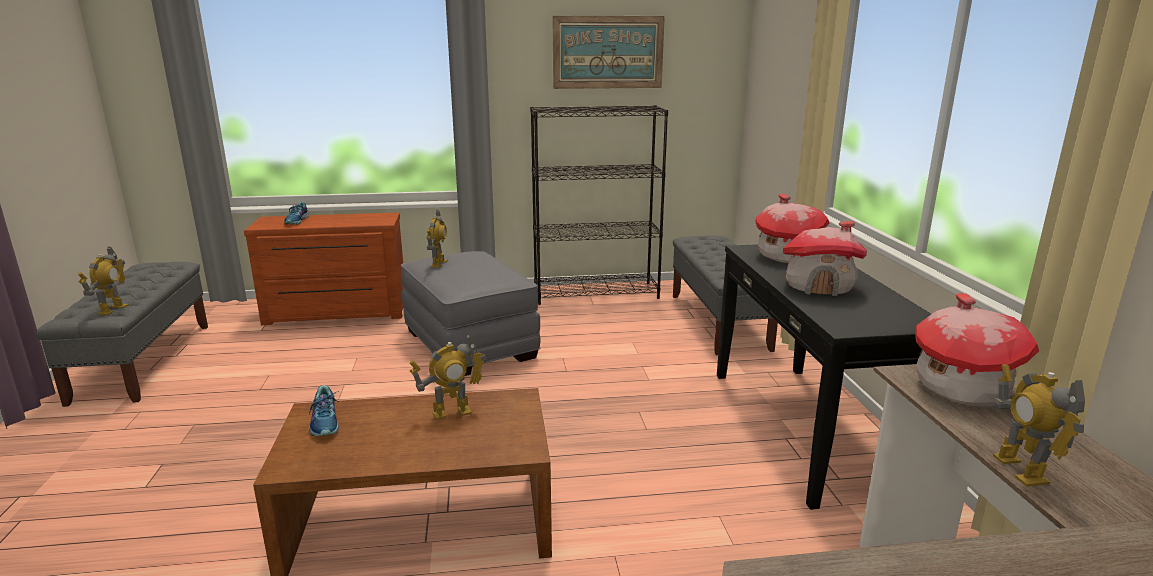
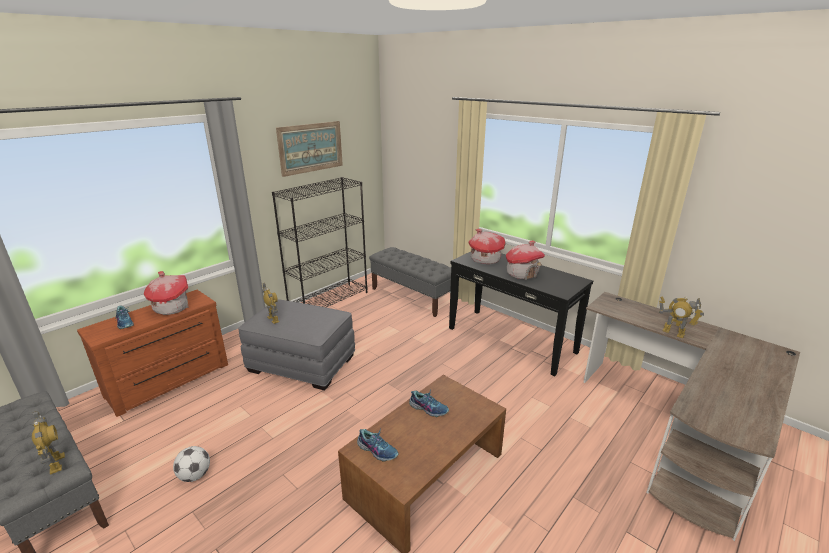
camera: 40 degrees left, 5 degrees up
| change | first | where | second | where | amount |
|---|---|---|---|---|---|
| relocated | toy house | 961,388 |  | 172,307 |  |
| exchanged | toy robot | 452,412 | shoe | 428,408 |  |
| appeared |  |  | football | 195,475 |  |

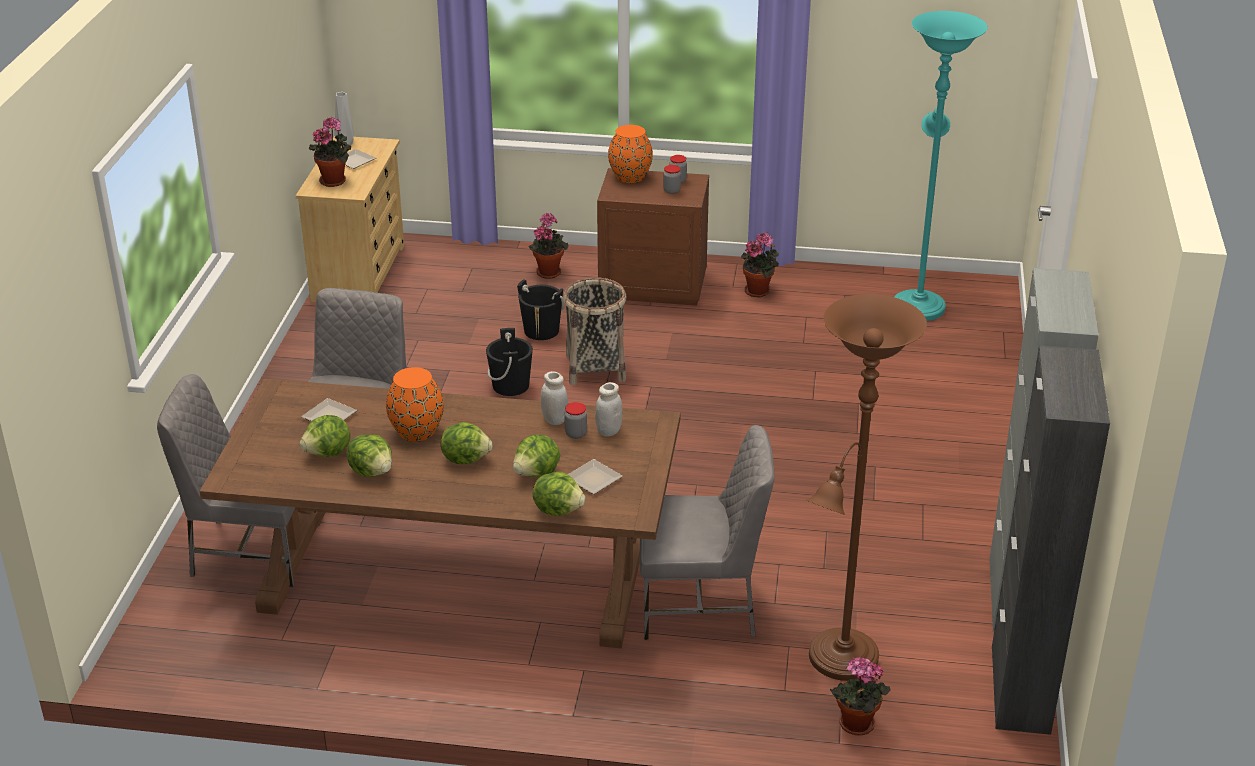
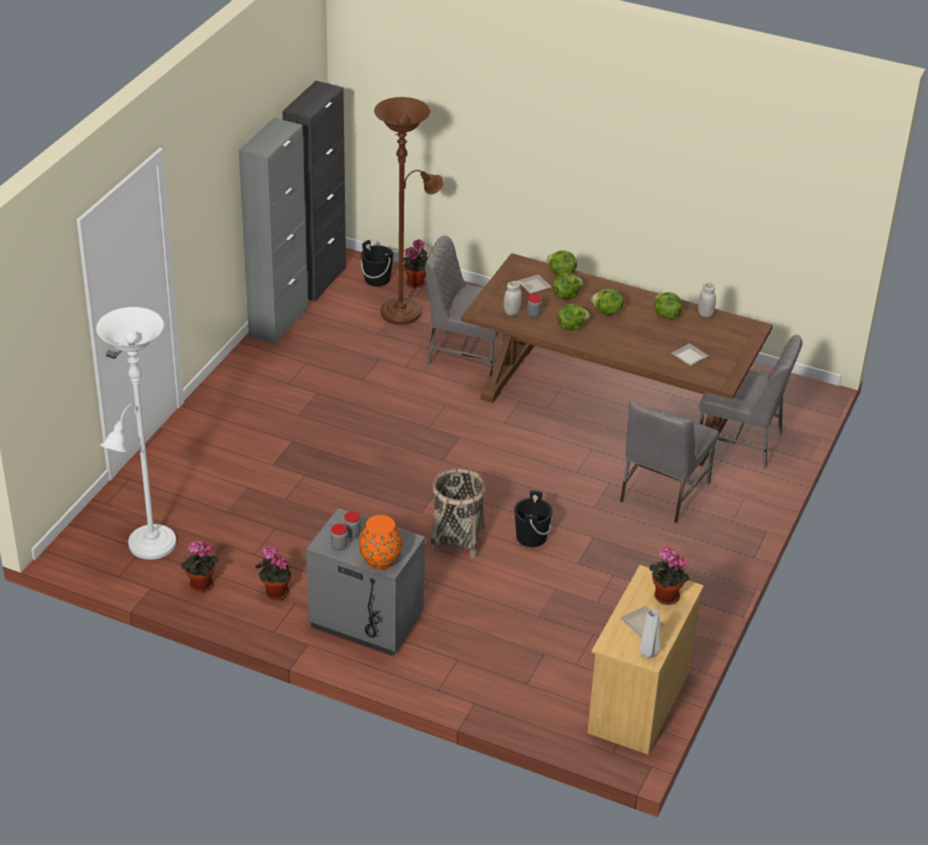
camera: 165 degrees left, 5 degrees up
| change | first | where | second | where | amount |
|---|---|---|---|---|---|
| colour | turquoise floor lamp | 918,303 | white floor lamp | 149,547 |  |
| colour | brown nightstand | 653,285 | grey nightstand | 365,621 |  |
| relocated | potted plant | 548,271 |  | 200,586 |  |
| relocated | black bucket | 541,331 |  | 377,279 |  |
| missing | orange vase | 416,431 |  |  |  |
| relocated | white jar | 554,420 |  | 705,314 |  |
| relocated | lettuce | 328,453 |  | 571,326 |  |

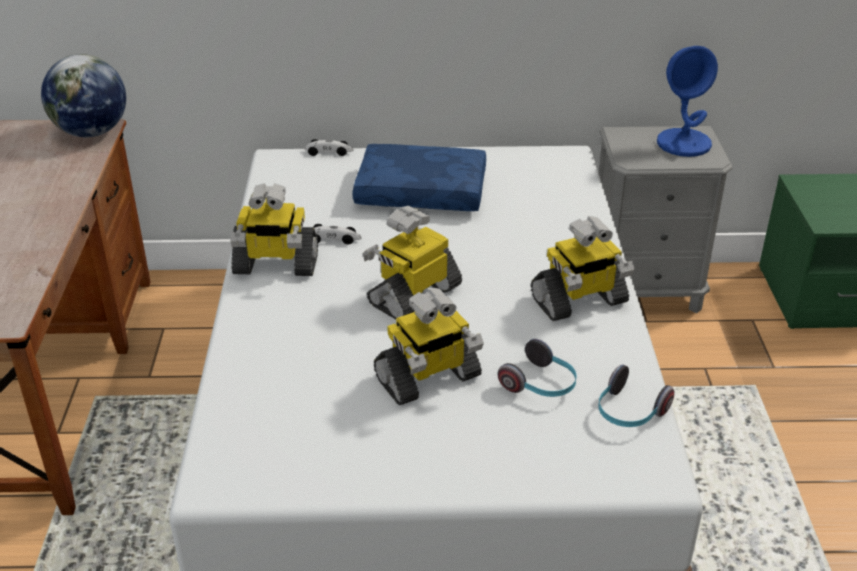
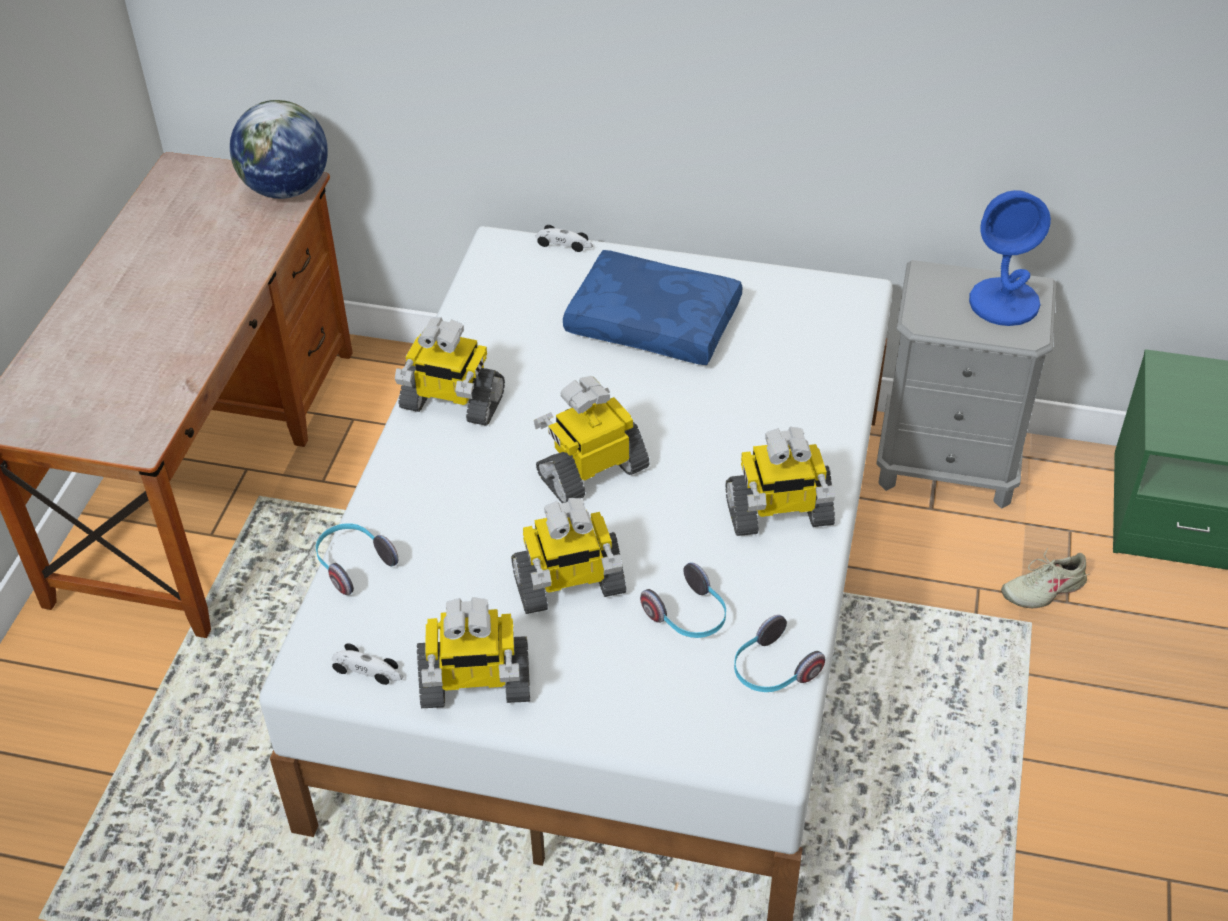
camera: 15 degrees right, 10 degrees up
| change | first | where | second | where | amount |
|---|---|---|---|---|---|
| relocated | toy car | 334,239 |  | 368,670 |  |
| appeared |  |  | headphones | 353,564 |  |
| appeared |  |  | beige shoe | 1043,589 |  |
| appeared |  |  | toy robot | 474,684 |  |

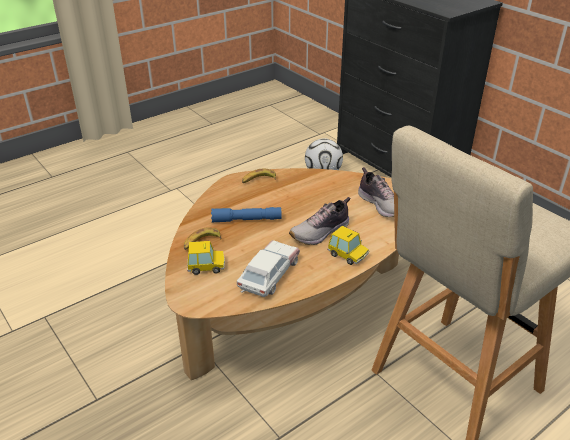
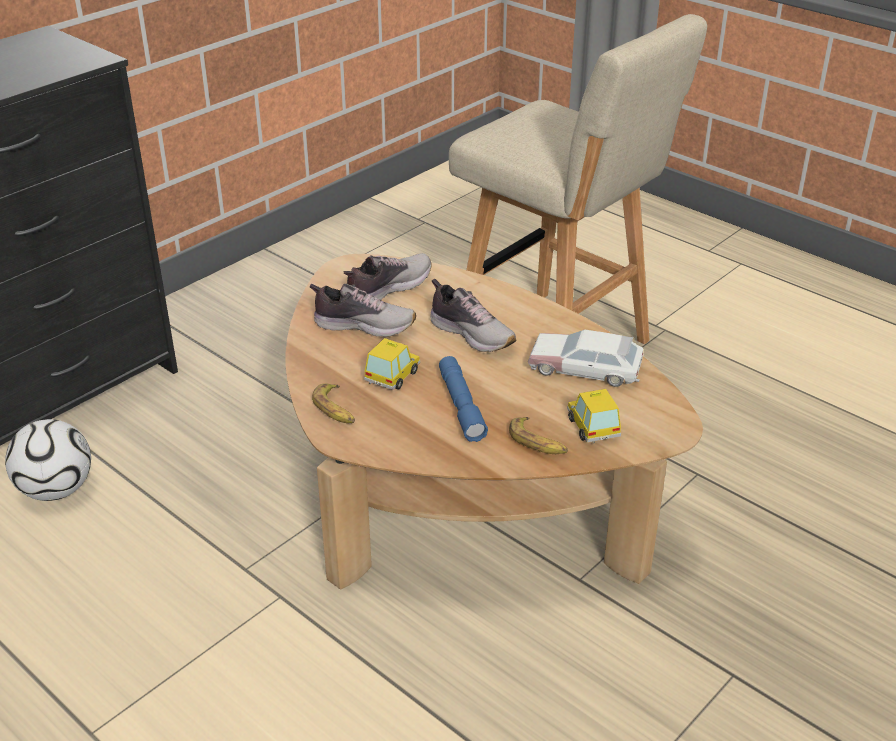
camera: 100 degrees left, 0 degrees up
| change | first | where | second | where | amount |
|---|---|---|---|---|---|
| relocated | toy car | 348,255 |  | 392,376 |  |
| appeared |  |  | shoe | 364,325 |  |

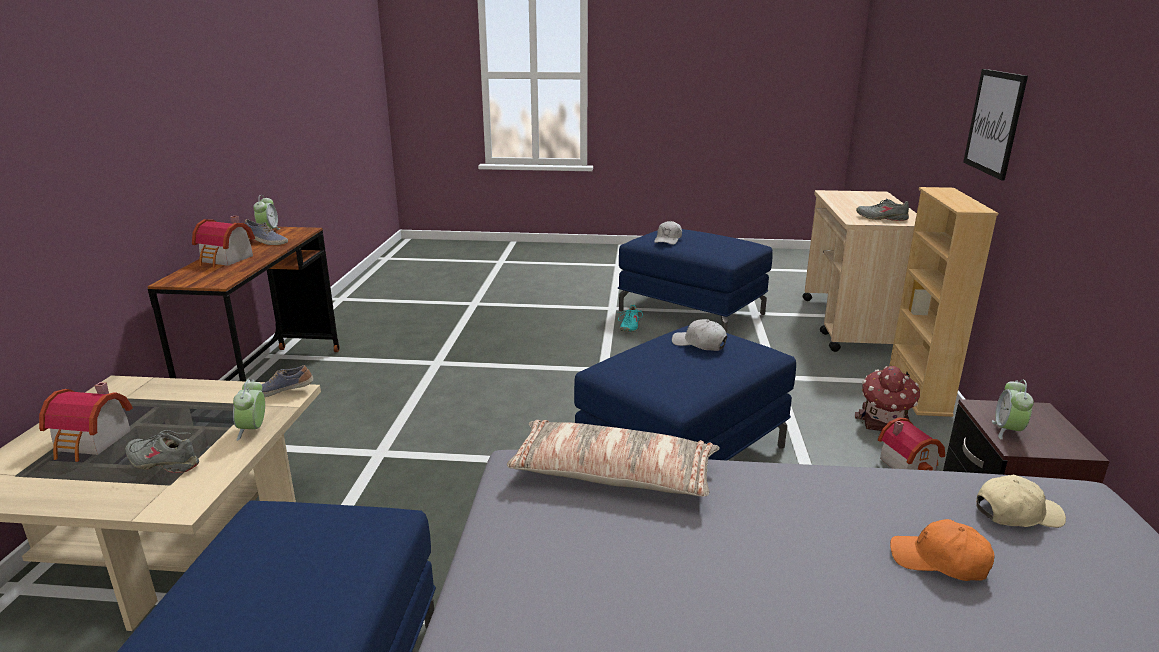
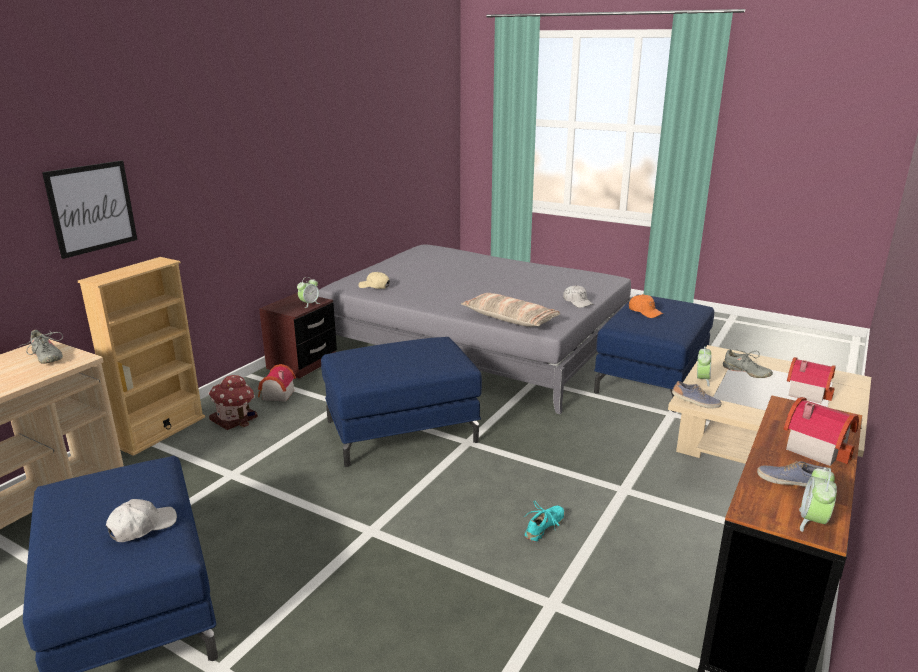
camera: 155 degrees left, 0 degrees up
| change | first | where | second | where | amount |
|---|---|---|---|---|---|
| relocated | turquoise shoe | 629,326 |  | 545,528 |  |
| relocated | white cap | 699,344 |  | 577,302 |  |
| relocated | orange cap | 939,561 |  | 645,312 |  |

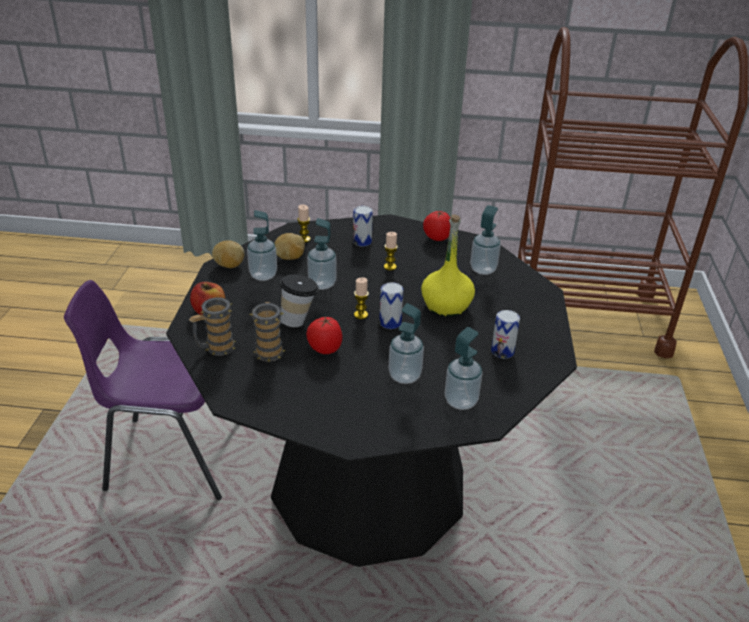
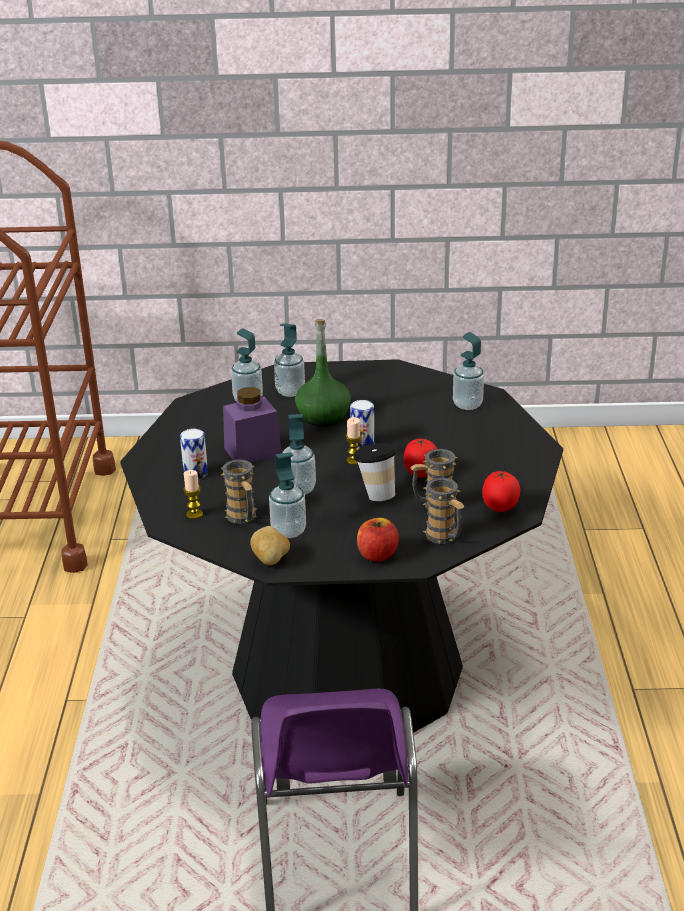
camera: 95 degrees left, 5 degrees down
| change | first | where | second | where | amount |
|---|---|---|---|---|---|
| relocated | tomato | 436,238 |  | 500,508 |  |
| colour | yellow bottle | 446,305 | green bottle | 323,416 |  |
| exchanged | candle | 390,267 | purple jar | 252,451 |  |
| exchanged | potato | 290,258 | mug | 243,518 |  |
| relocated | soap dispenser | 404,376 |  | 290,392 |  |
| missing | can | 502,351 |  |  |  |

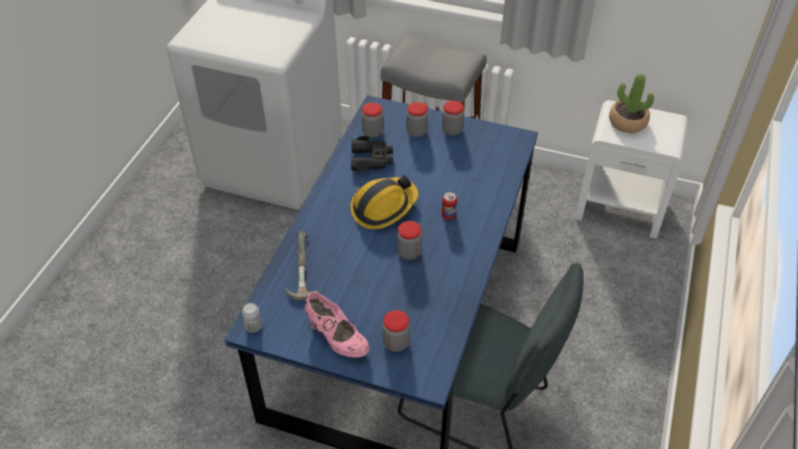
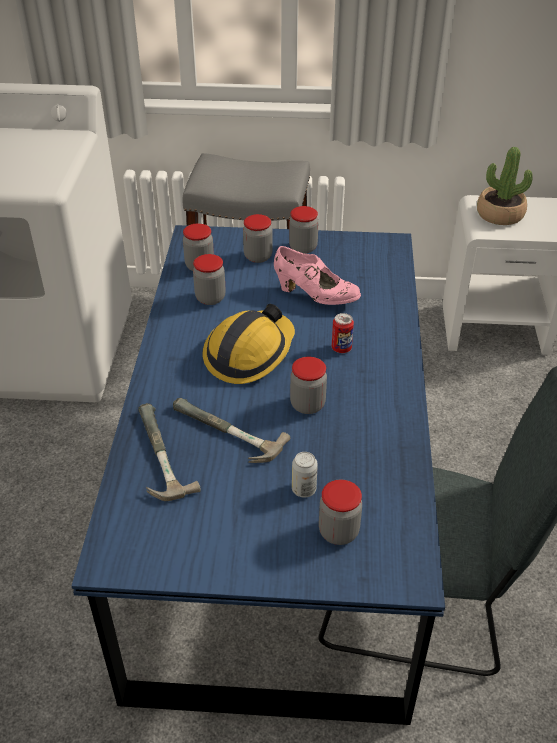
camera: 15 degrees left, 5 degrees down
| change | first | where | second | where | amount |
|---|---|---|---|---|---|
| exchanged | black binoculars | 371,159 | jar | 210,298 |  |
| relocated | pink shoe | 337,338 |  | 315,296 |  |
| relocated | can | 253,326 |  | 304,489 |  |
| appeared |  |  | hammer | 223,435 |  |

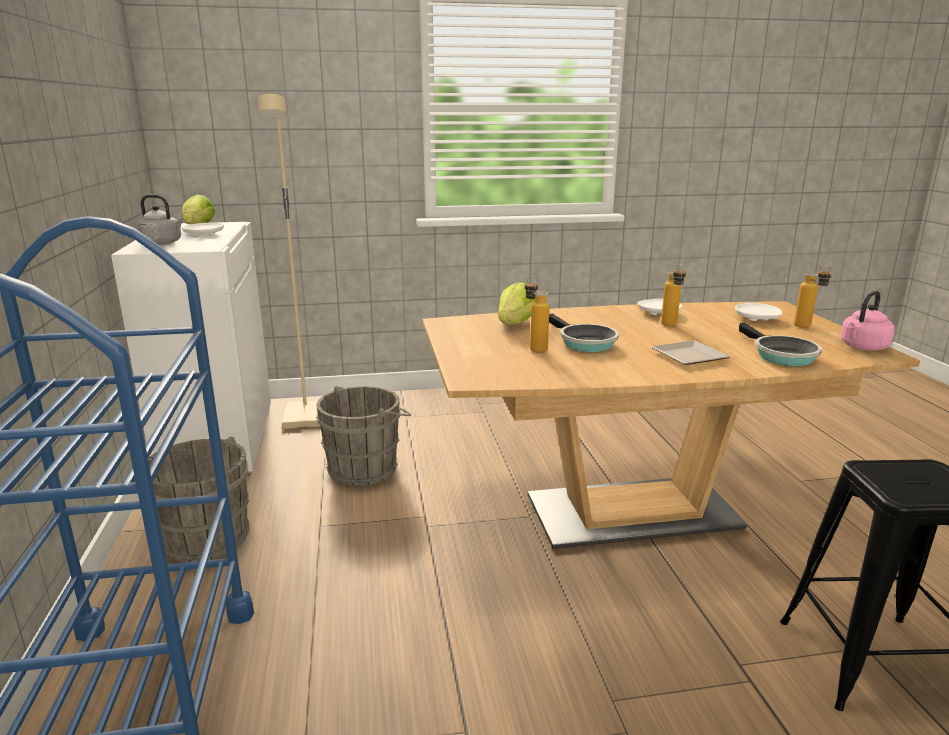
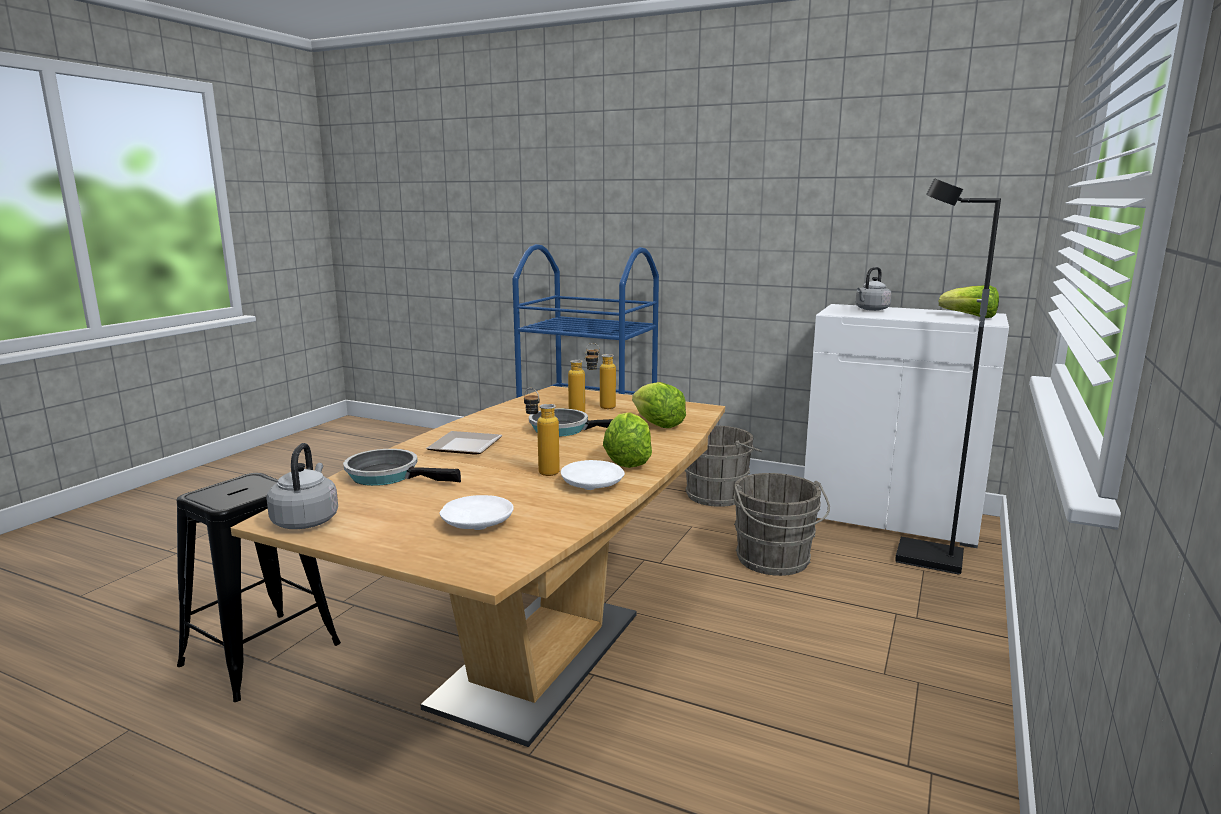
camera: 125 degrees right, 5 degrees down
| change | first | where | second | where | amount |
|---|---|---|---|---|---|
| colour | beige floor lamp | 306,417 | black floor lamp | 927,559 |  |
| missing | white plate | 203,234 |  |  |  |
| relocated | bottle | 807,327 |  | 601,407 |  |
| colour | pink kettle | 862,347 | grey kettle | 306,520 |  |
| appeared |  |  | lettuce | 628,460 |  |

